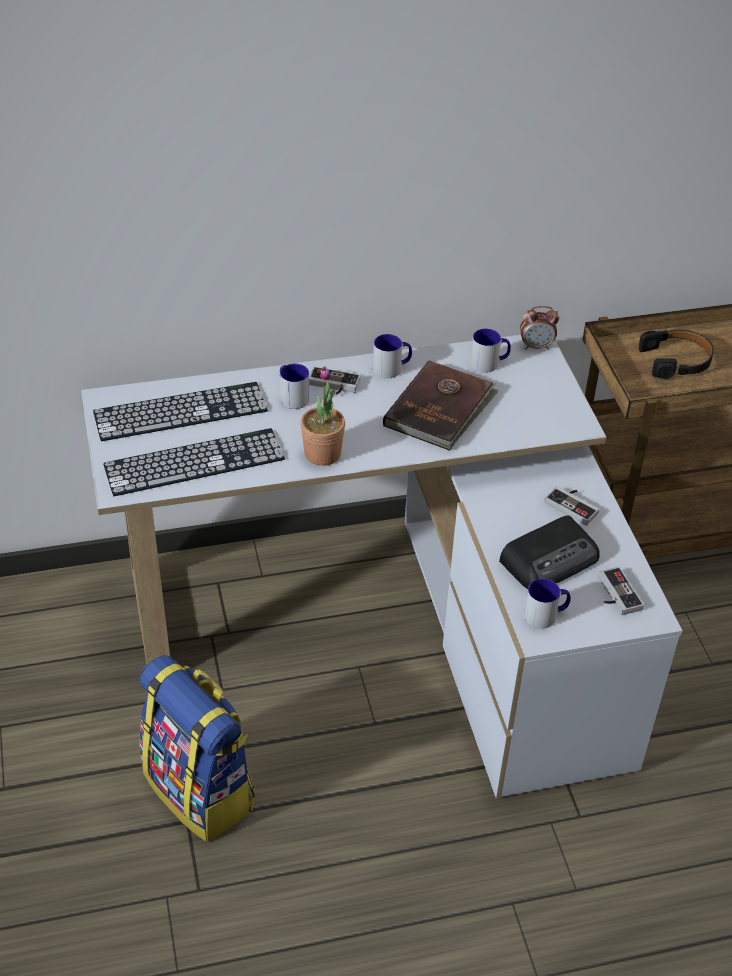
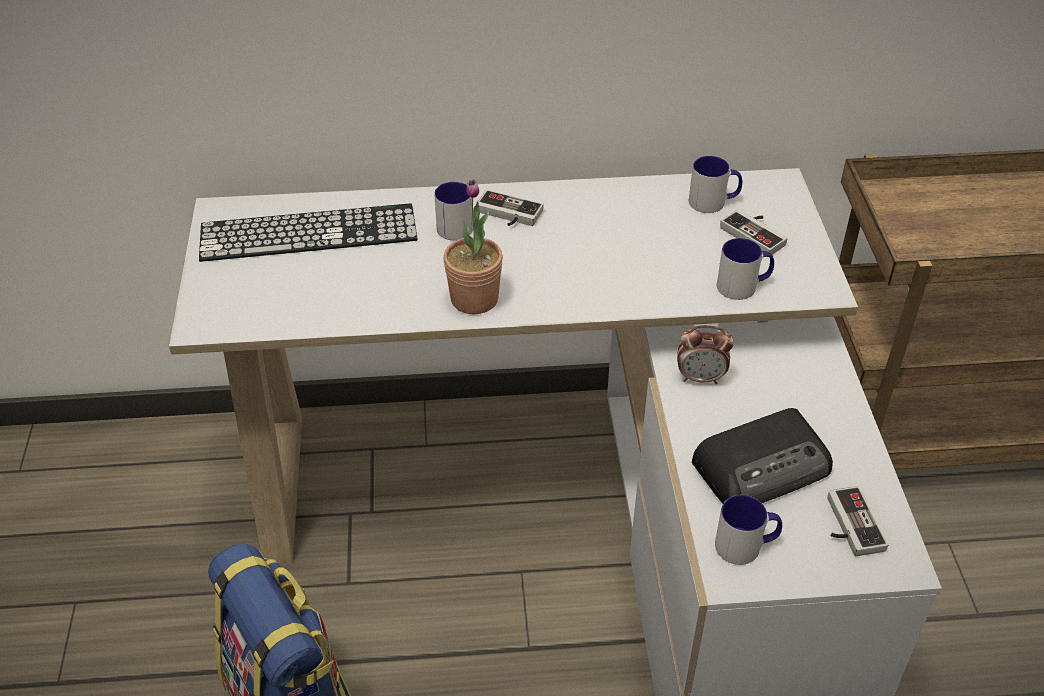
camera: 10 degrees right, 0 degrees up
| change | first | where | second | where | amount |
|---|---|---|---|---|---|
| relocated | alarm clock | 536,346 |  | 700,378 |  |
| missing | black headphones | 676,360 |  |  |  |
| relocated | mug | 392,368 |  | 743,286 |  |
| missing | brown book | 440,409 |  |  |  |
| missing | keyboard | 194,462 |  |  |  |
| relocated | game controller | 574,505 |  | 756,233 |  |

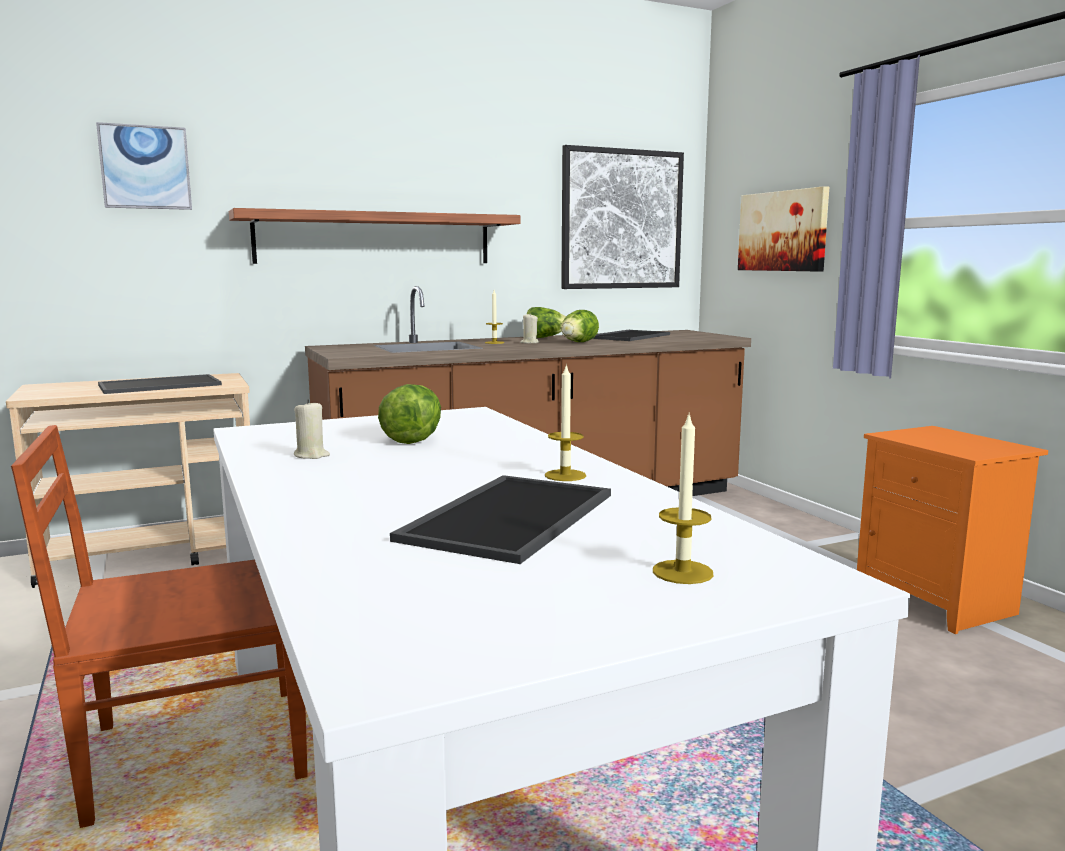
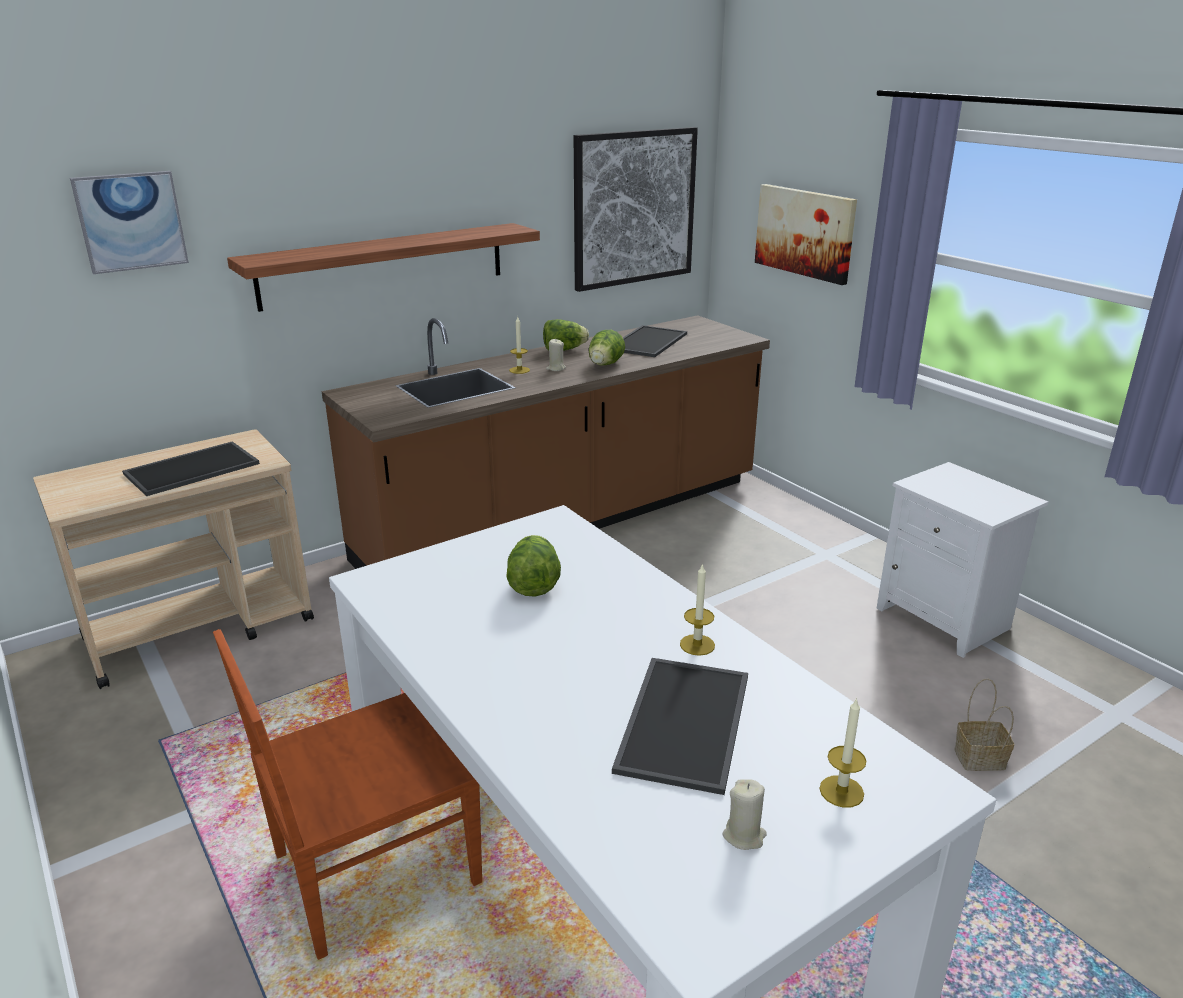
camera: 10 degrees left, 15 degrees up
| change | first | where | second | where | amount |
|---|---|---|---|---|---|
| relocated | beige candle | 311,455 |  | 744,835 |  |
| colour | orange nightstand | 938,601 | white nightstand | 946,619 |  |
| appeared |  |  | basket | 980,758 |  |

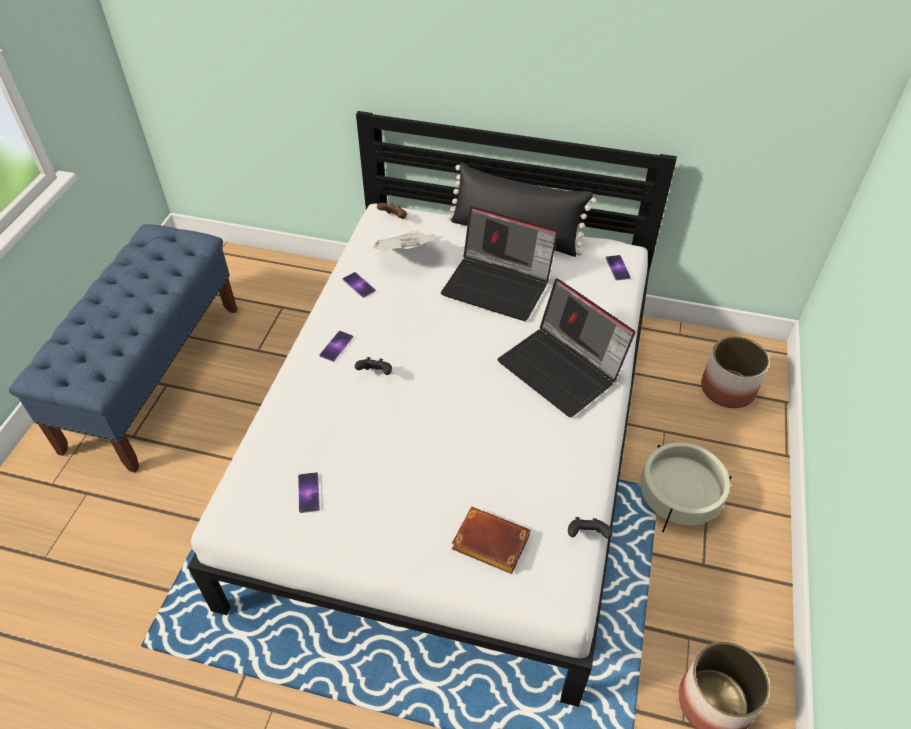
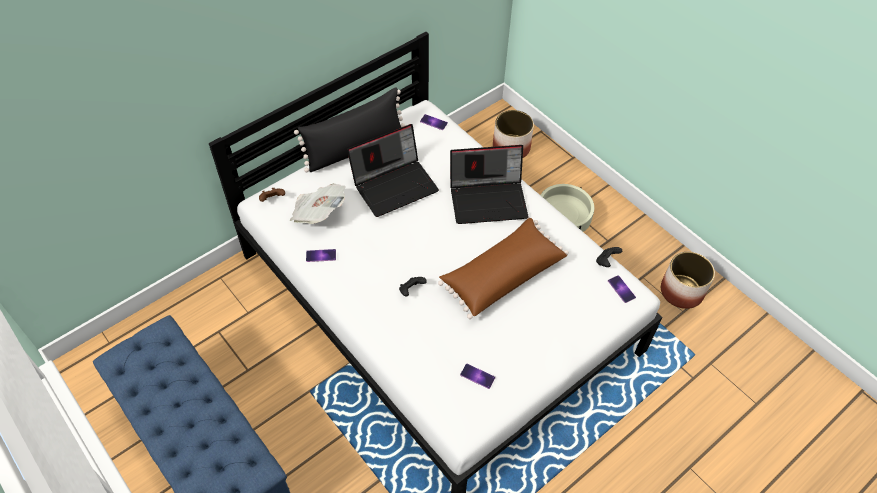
camera: 55 degrees left, 5 degrees up
| change | first | where | second | where | amount |
|---|---|---|---|---|---|
| relocated | phone | 336,346 |  | 621,289 |  |
| missing | brown book | 488,544 |  |  |  |
| appeared |  |  | brown pillow | 501,275 |  |

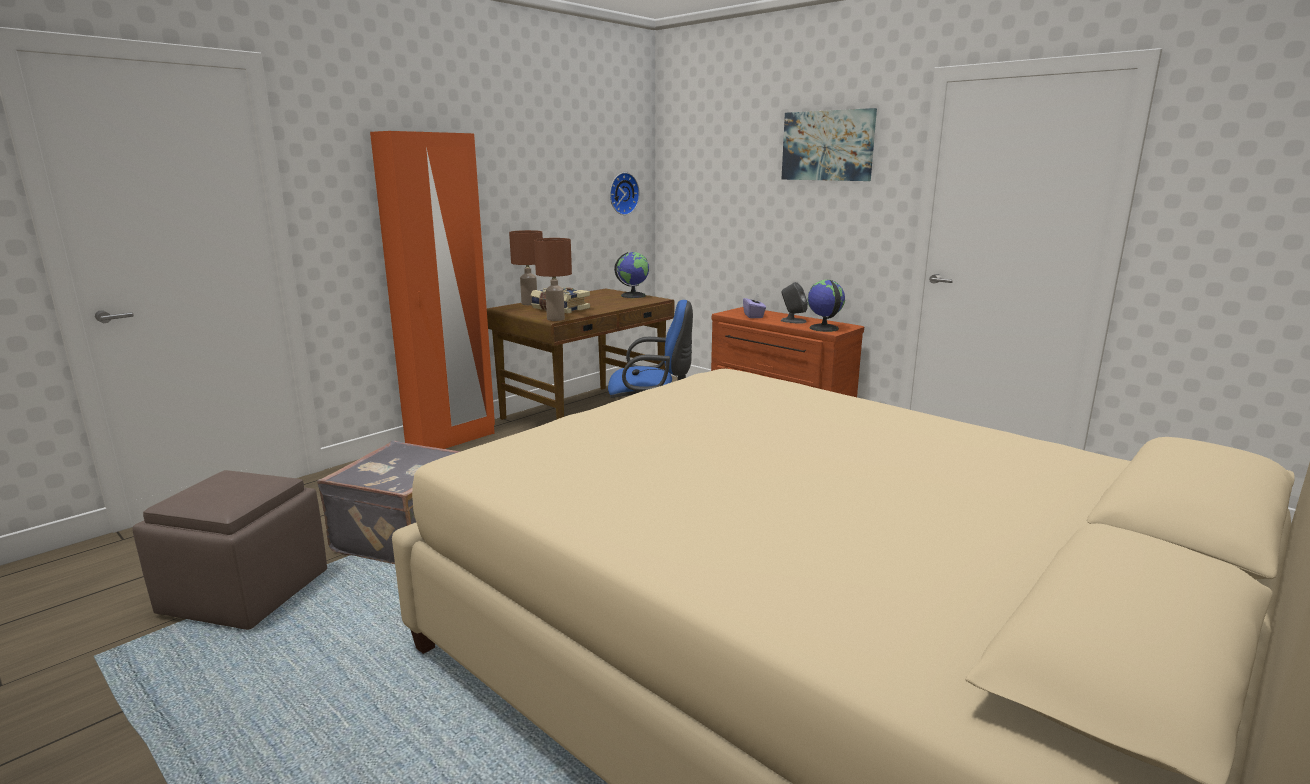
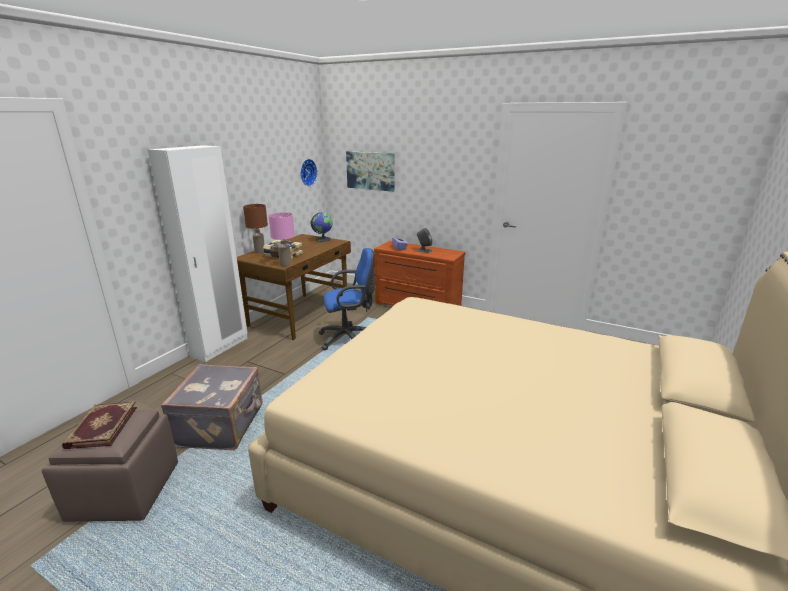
camera: 15 degrees left, 5 degrees up
| change | first | where | second | where | amount |
|---|---|---|---|---|---|
| relocated | picture | 828,145 |  | 370,171 |  |
| colour | orange wardrobe | 451,440 | white wardrobe | 220,347 |  |
| colour | brown table lamp | 555,319 | pink table lamp | 285,264 |  |
| missing | globe | 823,328 |  |  |  |
| appeared |  |  | book | 101,427 |  |

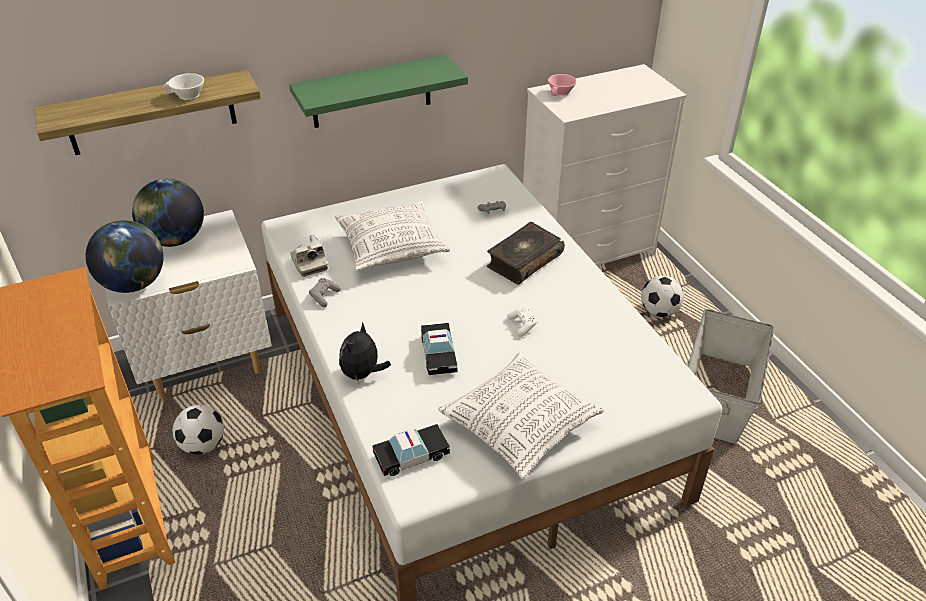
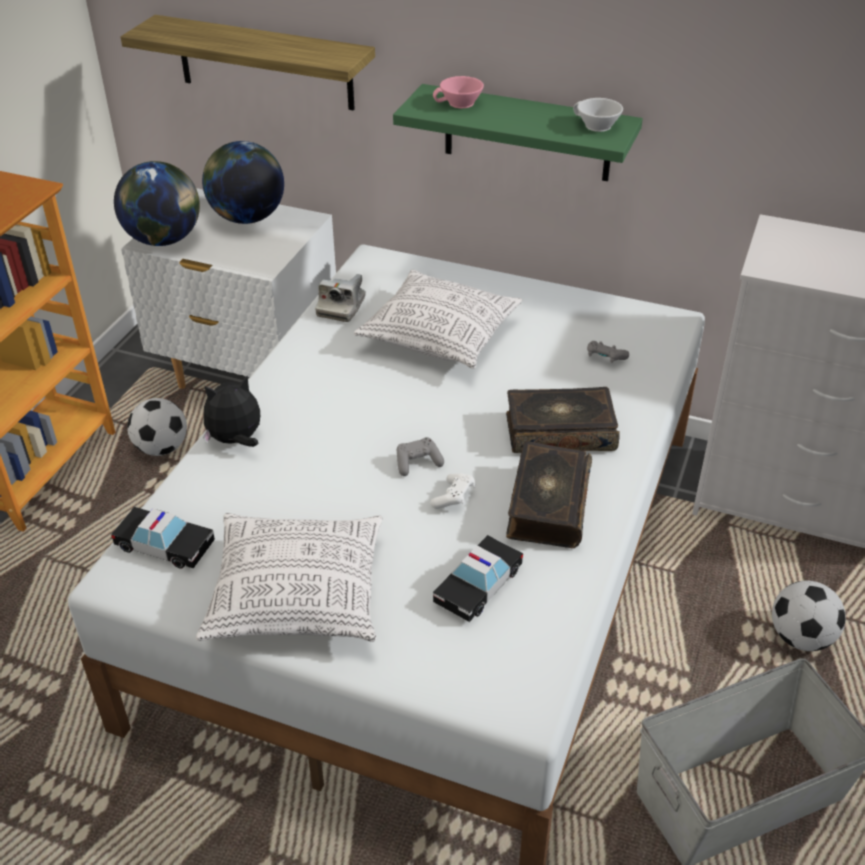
camera: 45 degrees right, 0 degrees up
| change | first | where | second | where | amount |
|---|---|---|---|---|---|
| relocated | white cup | 187,95 |  | 595,126 |  |
| relocated | pink cup | 561,92 |  | 460,104 |  |
| relocated | grey game controller | 324,296 |  | 418,463 |  |
| relocated | toy car | 438,354 |  | 478,586 |  |
| appeared |  |  | book | 547,505 |  |

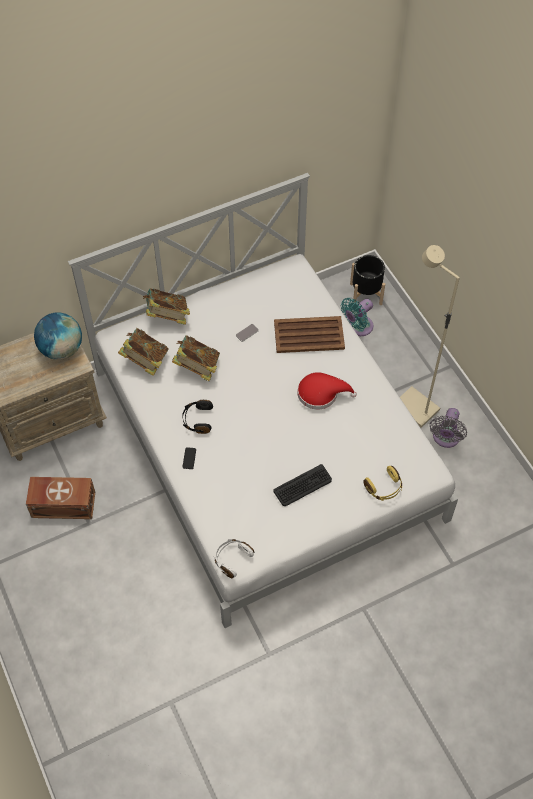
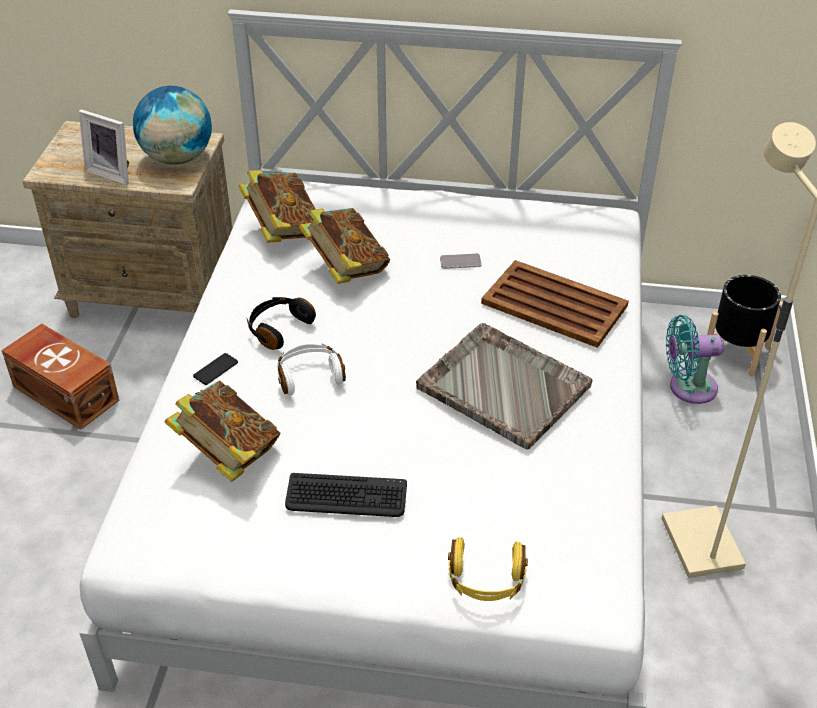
camera: 35 degrees right, 15 degrees down
| change | first | where | second | where | amount |
|---|---|---|---|---|---|
| relocated | book | 167,316 |  | 228,454 |  |
| exchanged | red hat | 321,393 | grey tray | 502,386 |  |
| missing | grey fan | 445,438 |  |  |  |
| relocated | white headphones | 232,559 |  | 309,376 |  |
| appeared |  |  | picture frame | 113,172 |  |

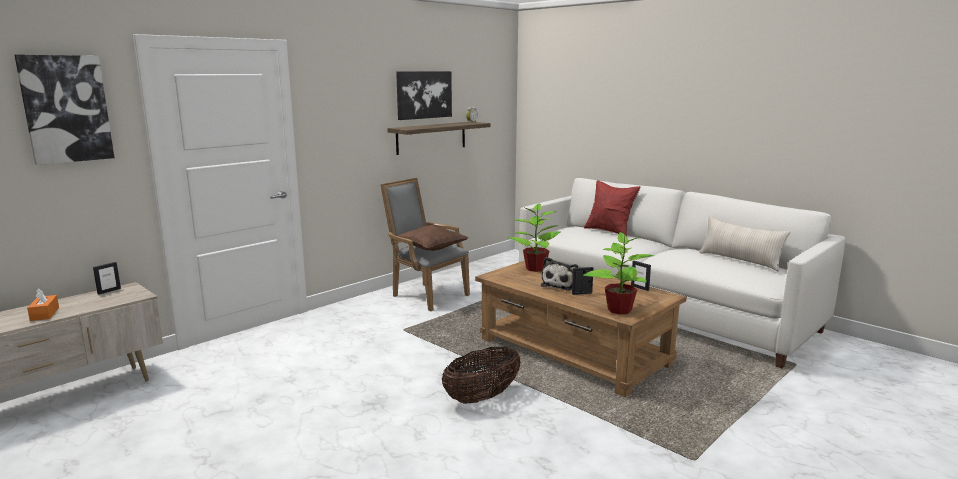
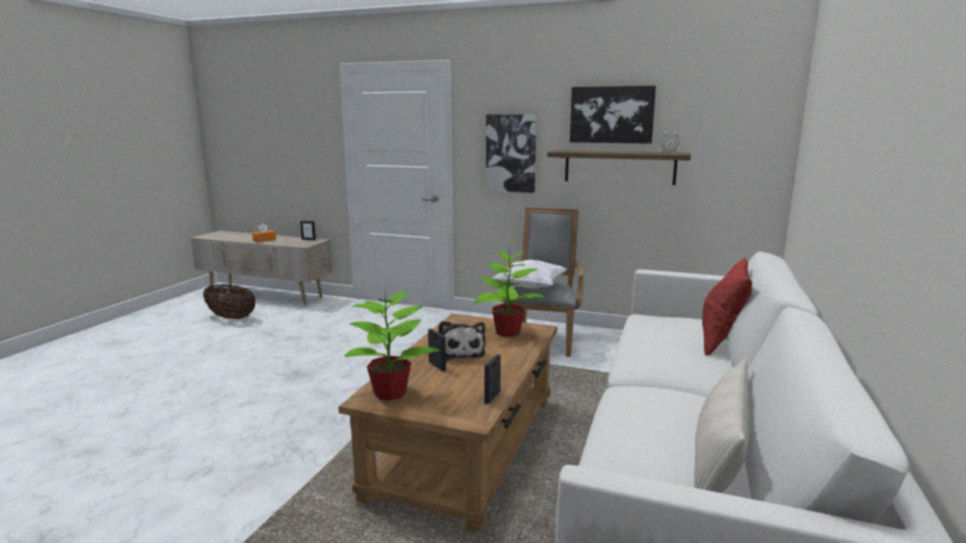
camera: 65 degrees right, 0 degrees up
| change | first | where | second | where | amount |
|---|---|---|---|---|---|
| relocated | picture | 66,109 |  | 511,153 |  |
| colour | brown pillow | 431,250 | white pillow | 530,287 |  |
| spun | plush toy | 561,285 |  | 460,352 | 105 degrees counterclockwise |
| relocated | basket | 482,397 |  | 231,317 |  |

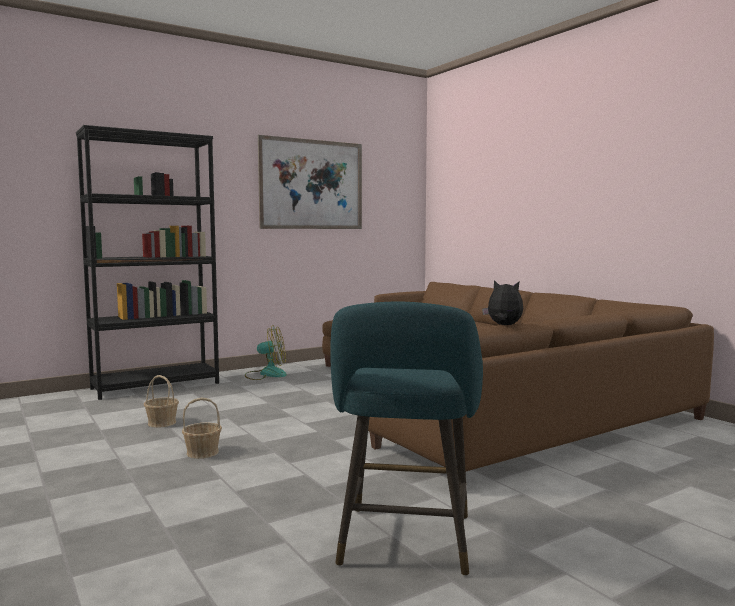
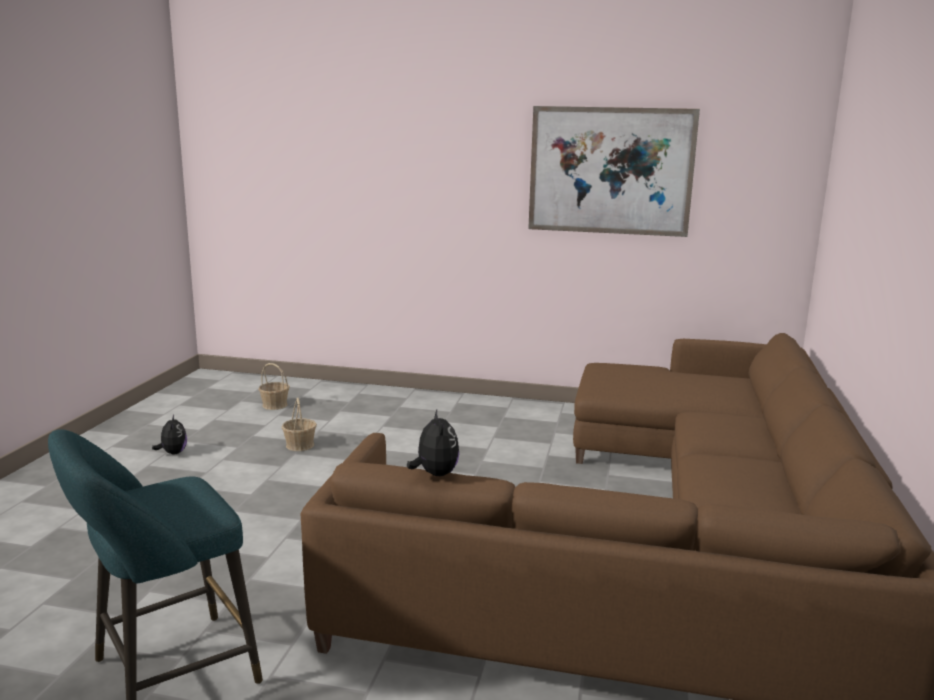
camera: 45 degrees right, 10 degrees up
| change | first | where | second | where | amount |
|---|---|---|---|---|---|
| missing | black bookcase | 156,386 |  |  |  |
| missing | fan | 266,374 |  |  |  |
| relocated | basket | 203,453 |  | 275,405 |  |
| appeared |  |  | plush toy | 173,453 |  |

